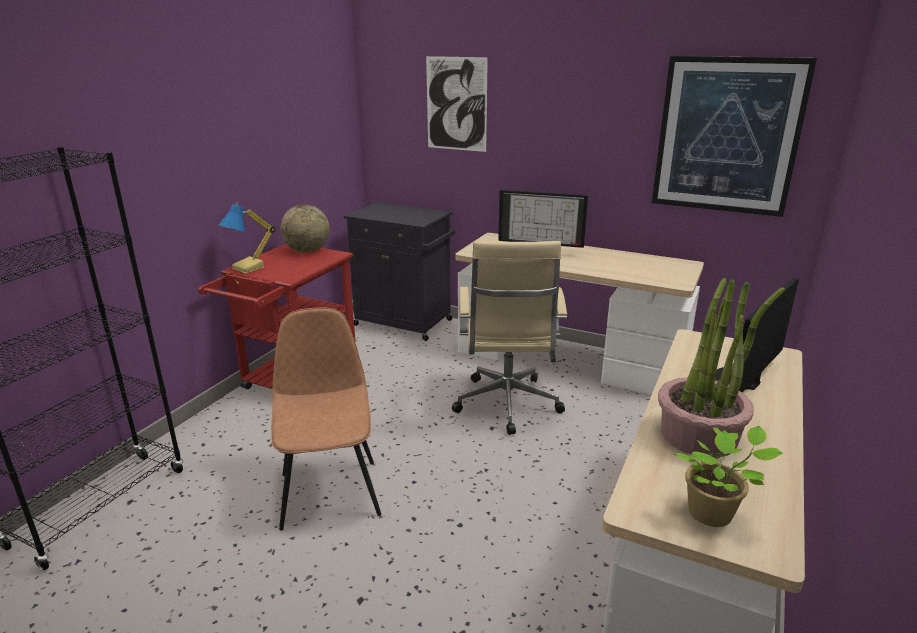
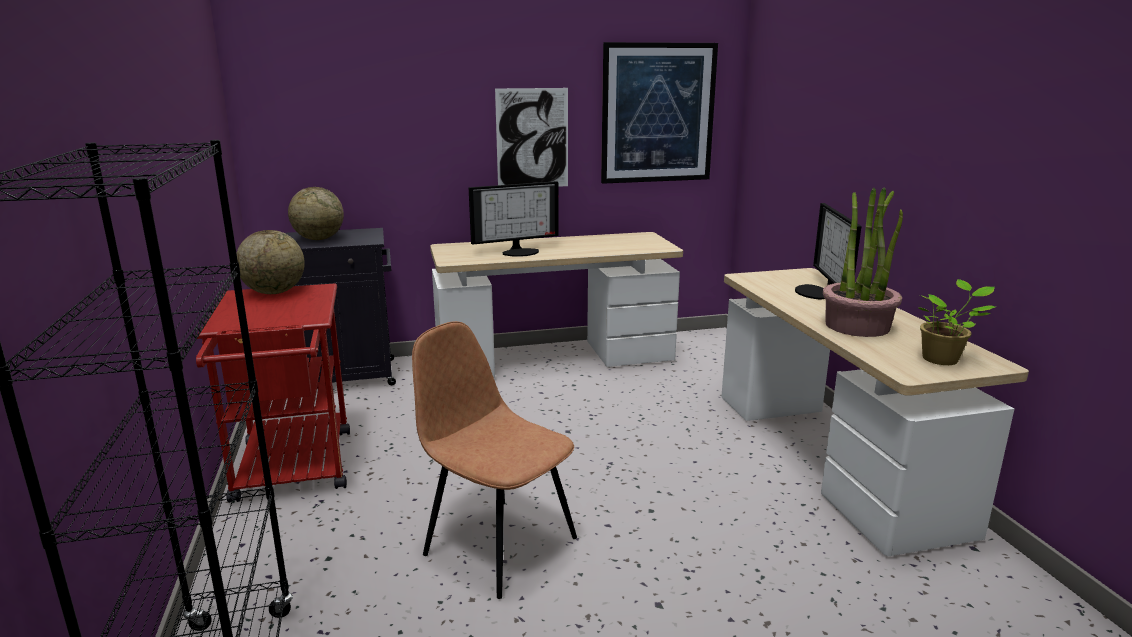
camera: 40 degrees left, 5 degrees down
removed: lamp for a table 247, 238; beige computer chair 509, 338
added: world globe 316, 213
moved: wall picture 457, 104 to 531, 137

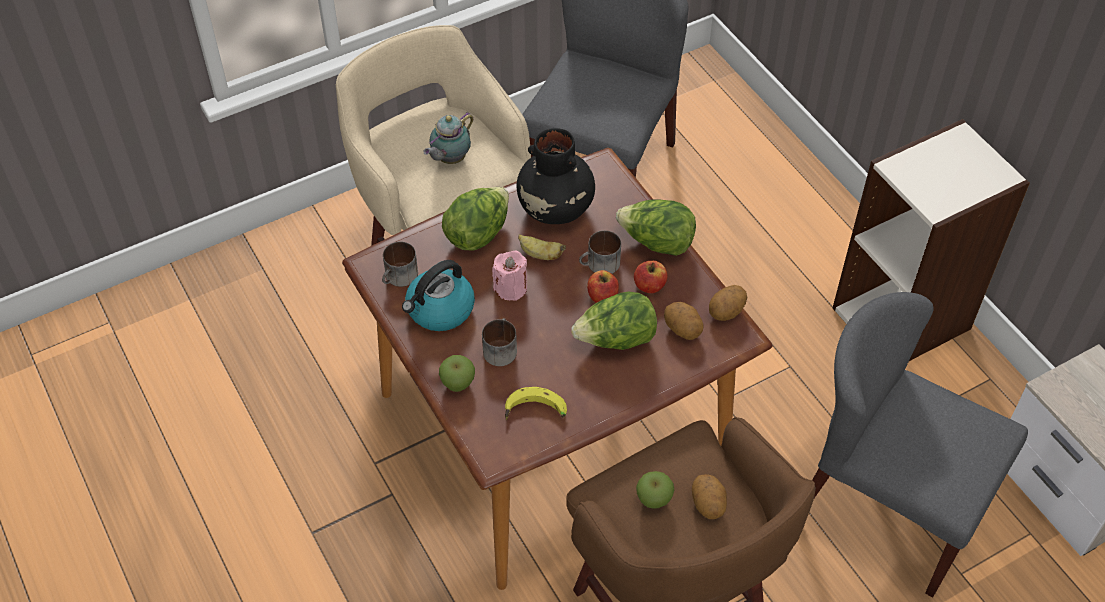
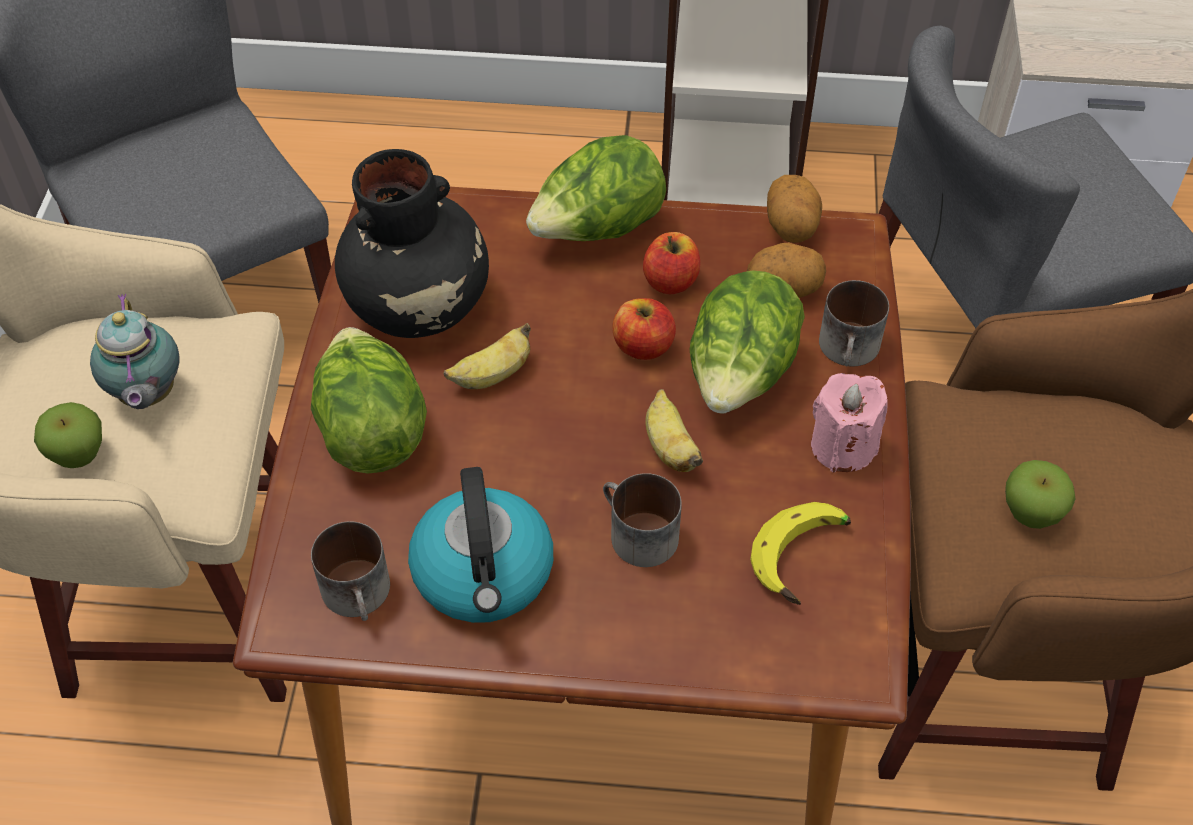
camera: 55 degrees left, 0 degrees up
removed: potato 709, 496
added: banana 674, 430
moved: coffee mug 600, 252 to 854, 323; pink candle 509, 276 to 849, 423; whole apple 457, 373 to 68, 435

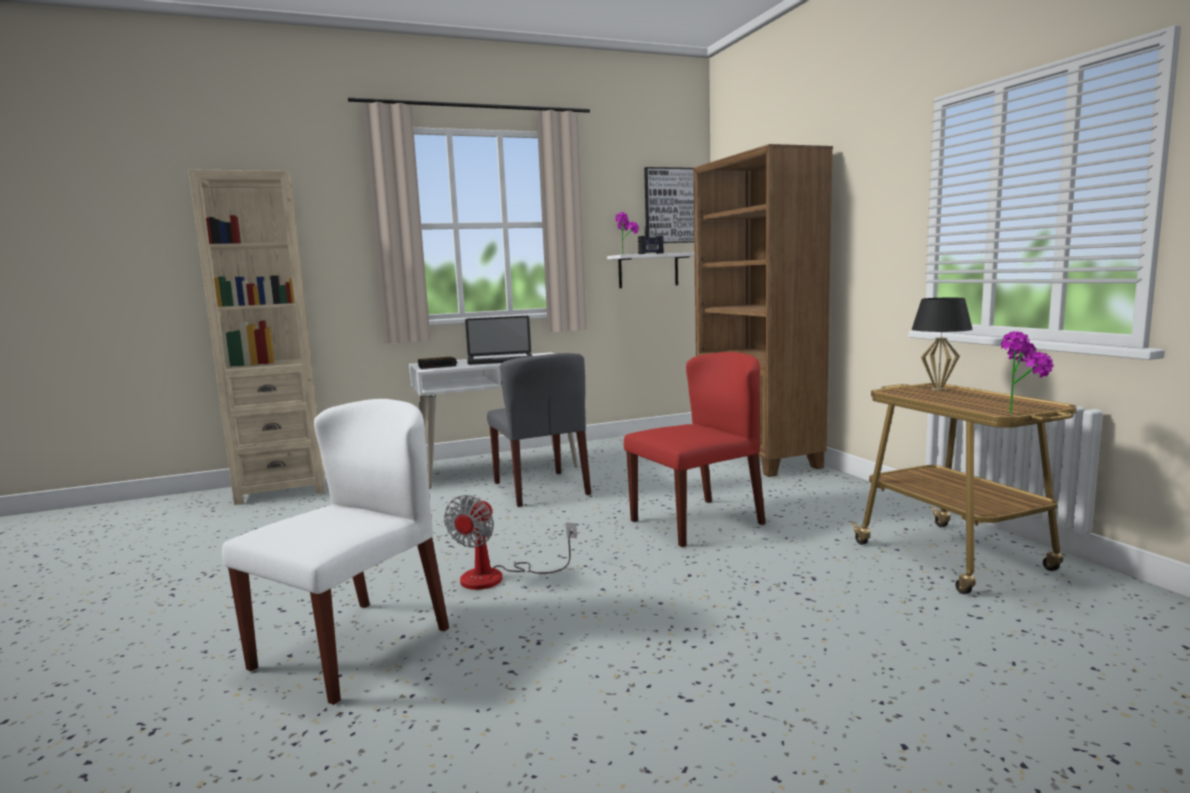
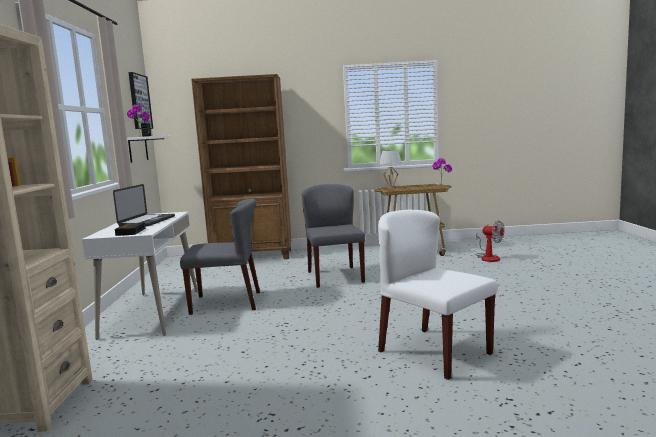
camera: 70 degrees left, 0 degrees up
moved: fan 510, 542 to 489, 241
recoloured: black lamp for a table 942, 344 to whitish lamp for a table 390, 169; reddish upright chair 695, 449 to gray upright chair 333, 236

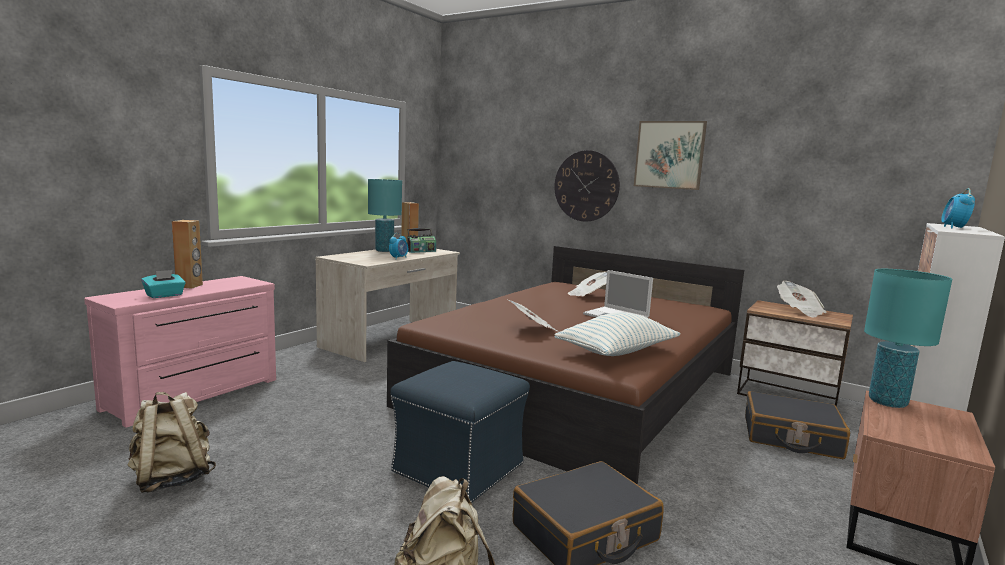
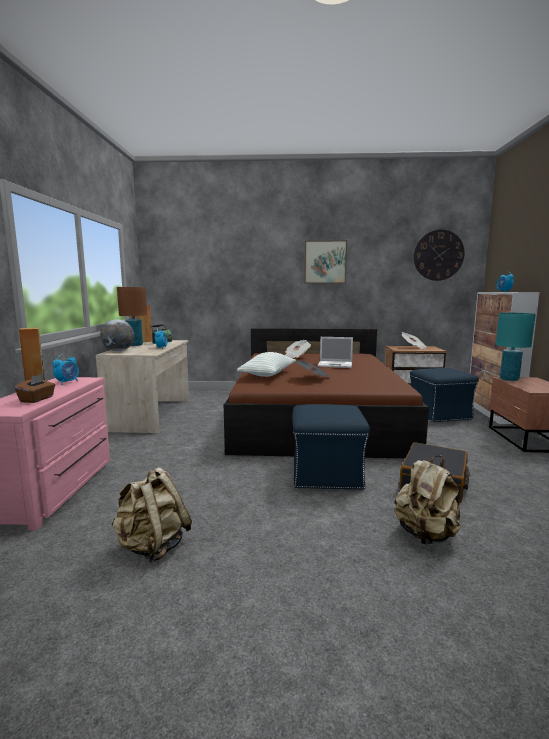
camera: 30 degrees left, 0 degrees up
added: world globe 117, 335; table clock 66, 369
moved: hanging clock 587, 186 to 439, 255; cushion 617, 334 to 266, 364
replaced: black suitcase 797, 425 to bluish pouffe 444, 395
recoloured: turquoise-coloured lamp for a table 385, 215 to brown lamp for a table 132, 316; turquoise-coloured box of tissues 163, 284 to brown box of tissues 34, 388

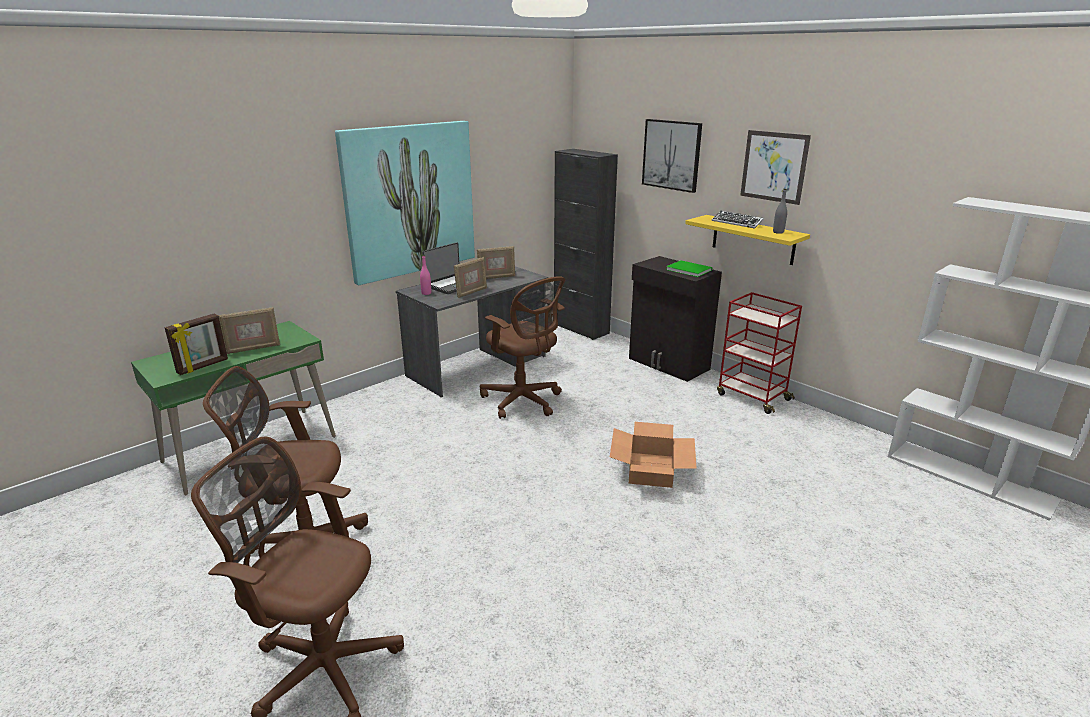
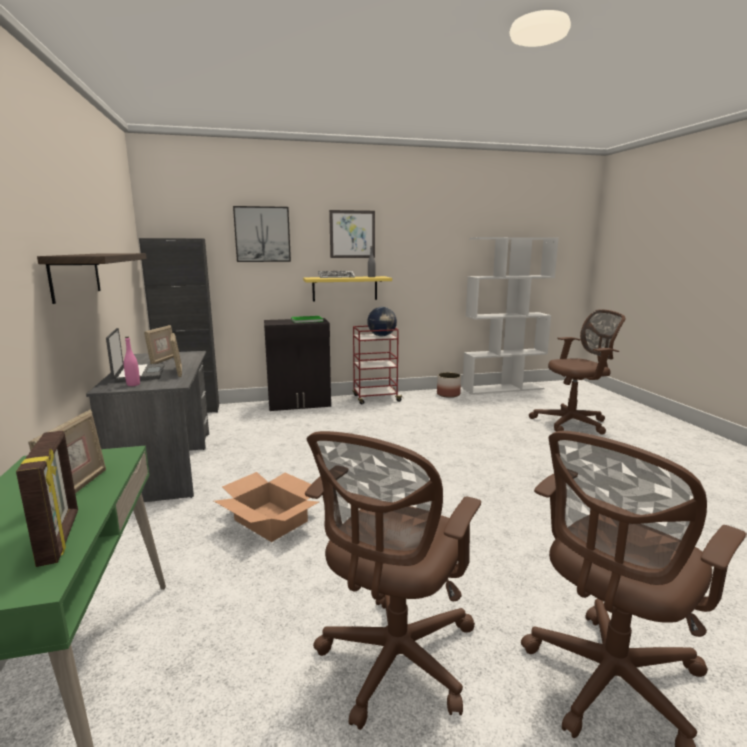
camera: 60 degrees left, 10 degrees down
added: world globe 382, 321; planter 449, 385
moved: brown computer chair 522, 347 to 577, 372; carton 653, 455 to 266, 507
replaced: wall picture 405, 203 to bracket shelf 92, 278

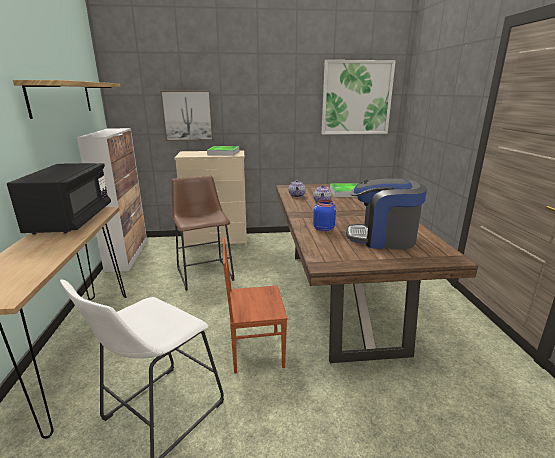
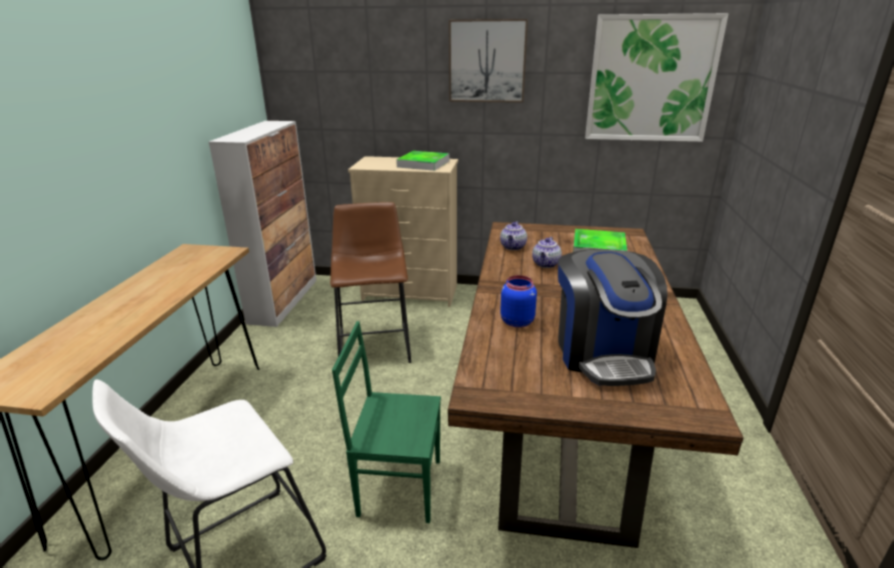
camera: 15 degrees right, 5 degrees up
removed: bracket shelf 67, 99; black kitchen microwave 59, 199
moved: wall picture 186, 116 to 488, 61
recoloured: brown upright chair 255, 305 to green-coloured upright chair 386, 422
turned: coffee maker 386, 214 = 612, 317 120 degrees counterclockwise

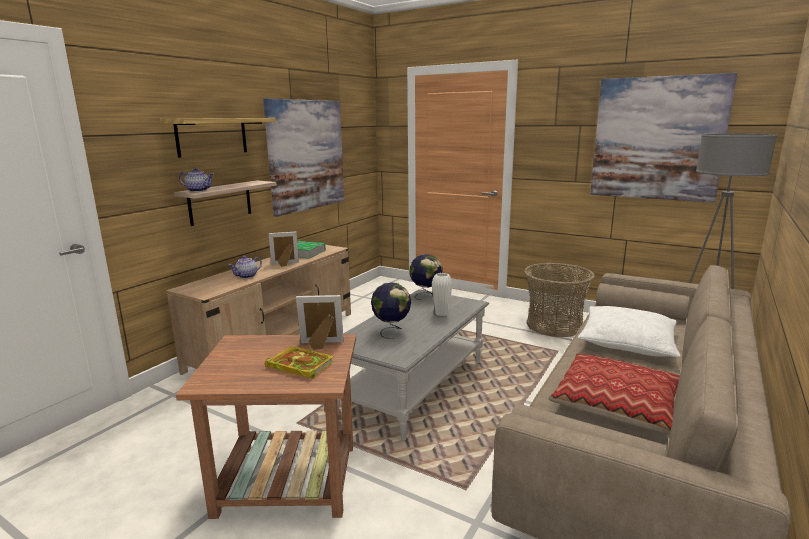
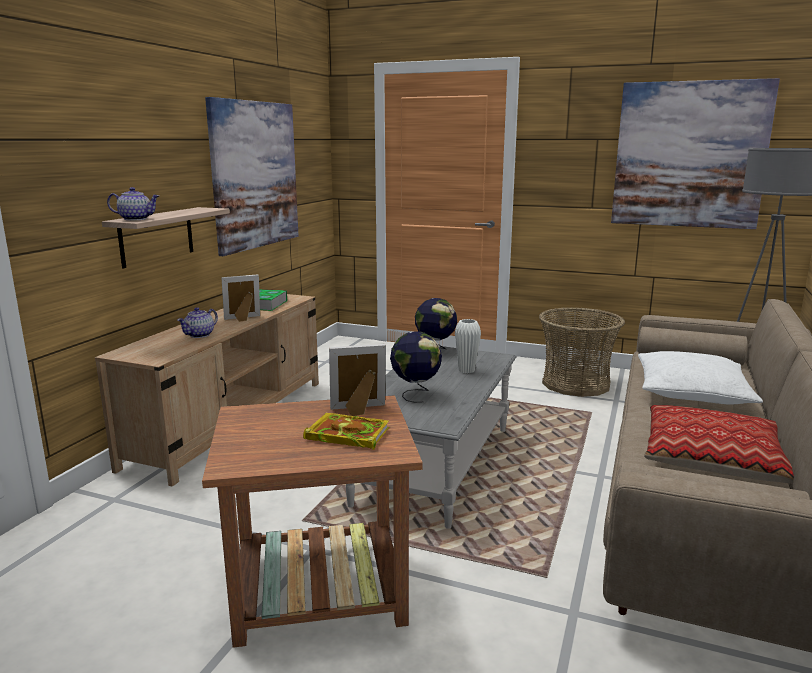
camera: 10 degrees left, 0 degrees up
removed: bracket shelf 218, 138

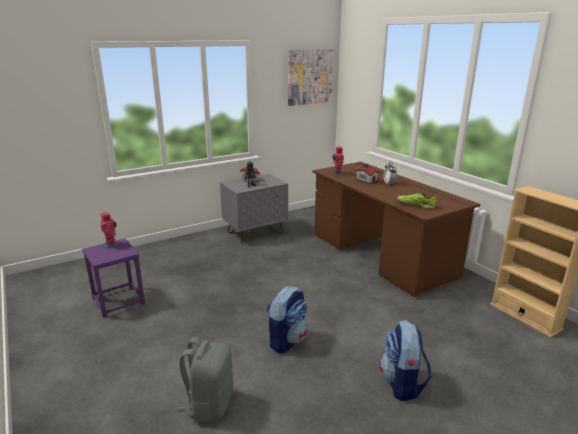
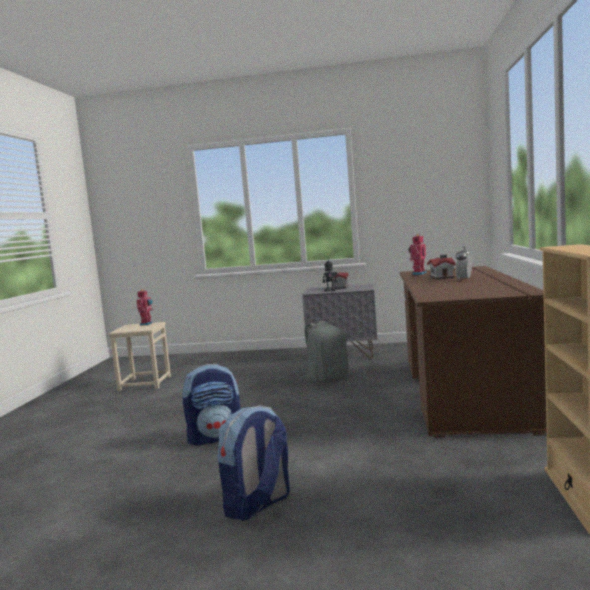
camera: 40 degrees right, 15 degrees down
removed: wall picture 311, 77; low shoe 416, 200
moved: gray backpack 205, 380 to 326, 352
recoloured: purplish stool 113, 278 to beige stool 140, 356

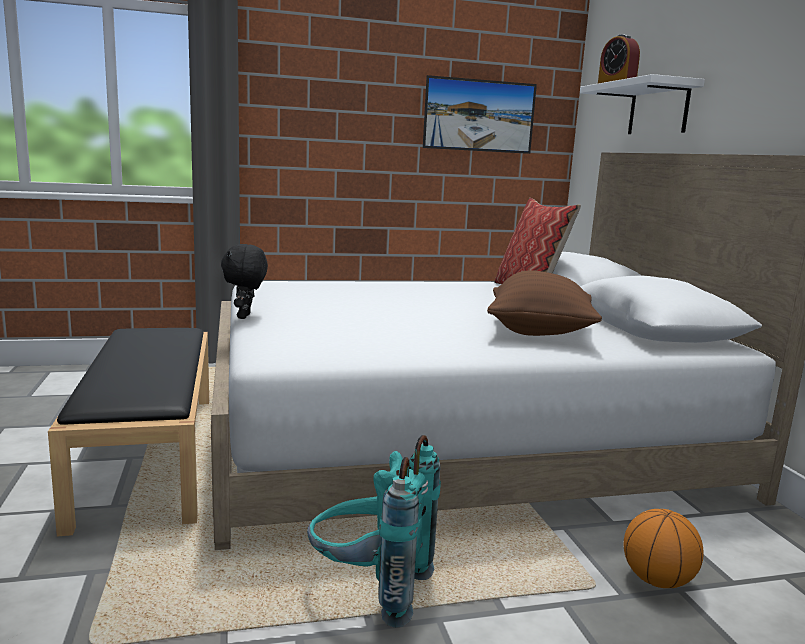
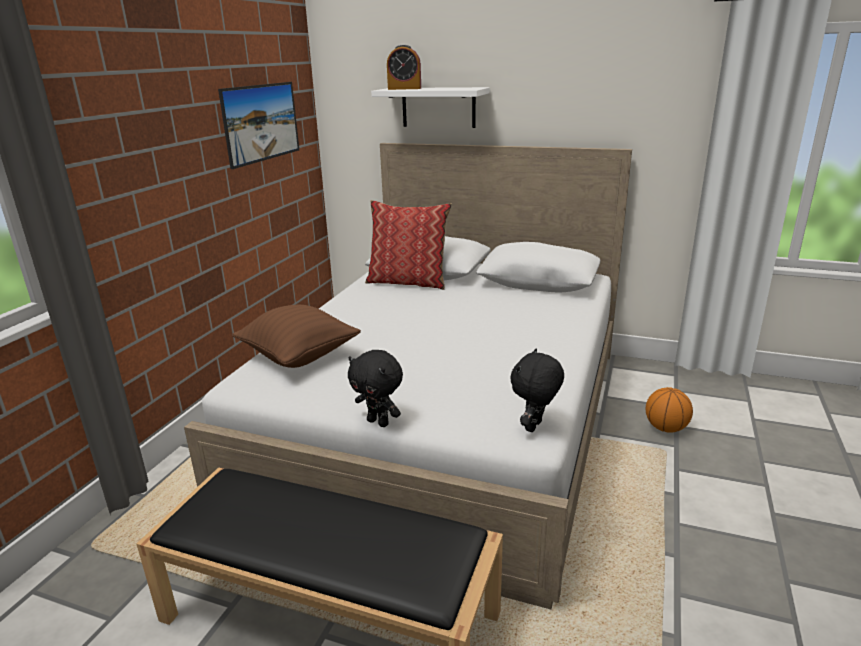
camera: 55 degrees left, 10 degrees up
removed: turquoise-coloured backpack 374, 531
added: black plush toy 537, 390
moved: brown cushion 544, 303 to 296, 336

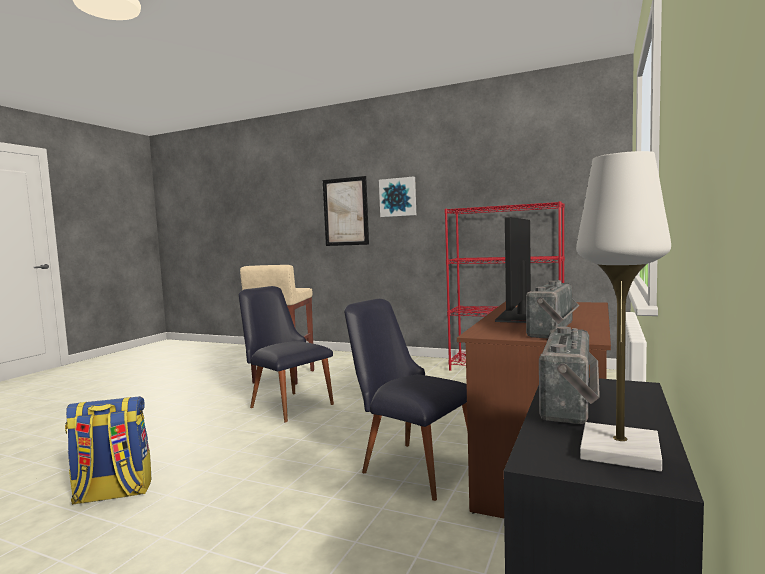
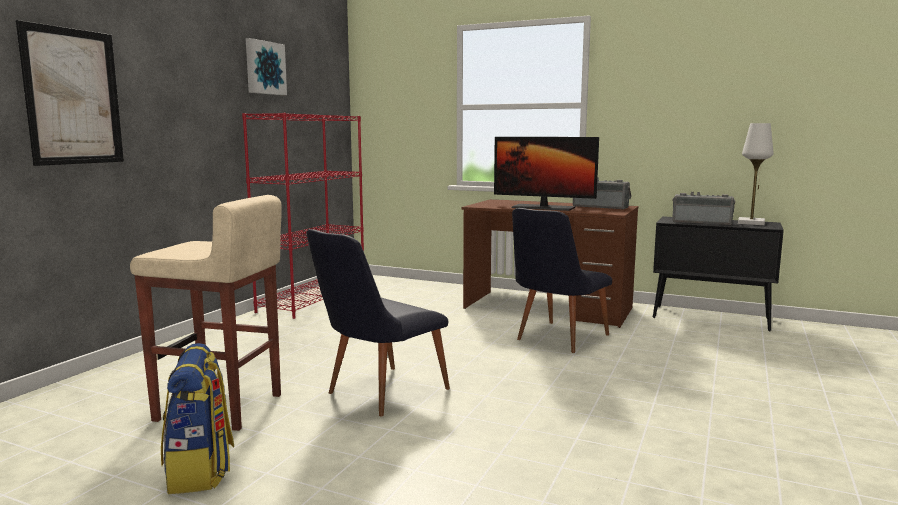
camera: 90 degrees left, 5 degrees up
moved: wall picture 397, 196 to 266, 66; backpack 108, 450 to 197, 418

